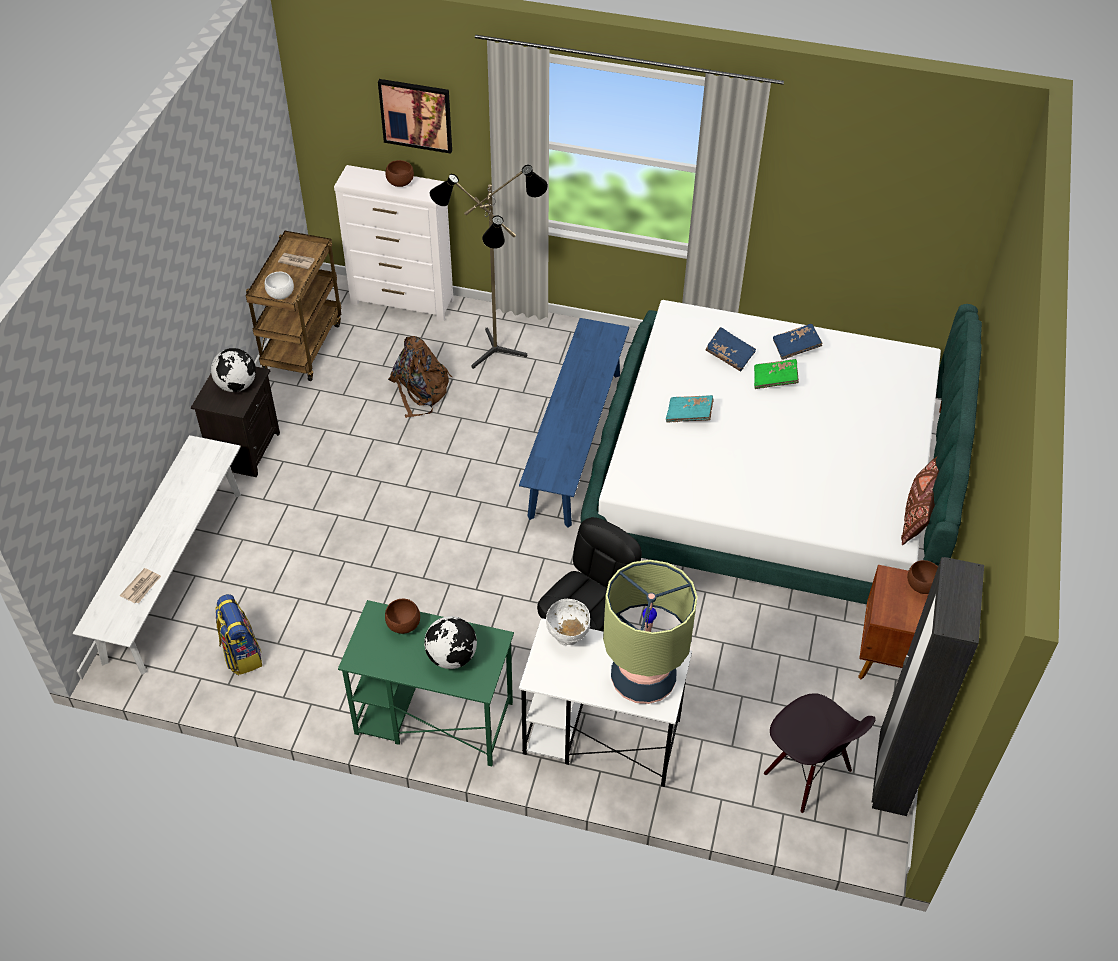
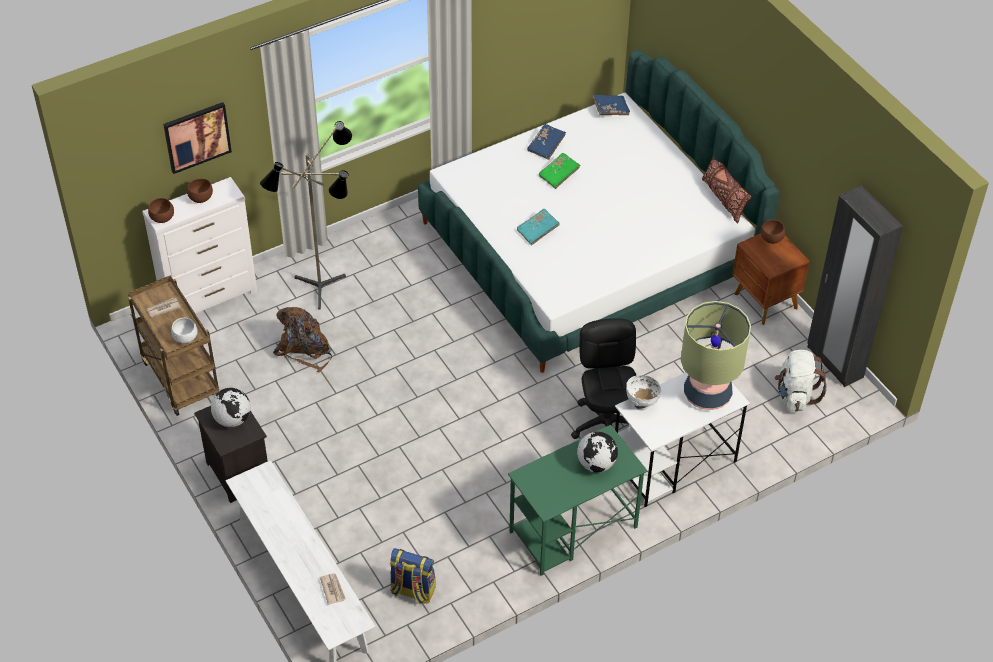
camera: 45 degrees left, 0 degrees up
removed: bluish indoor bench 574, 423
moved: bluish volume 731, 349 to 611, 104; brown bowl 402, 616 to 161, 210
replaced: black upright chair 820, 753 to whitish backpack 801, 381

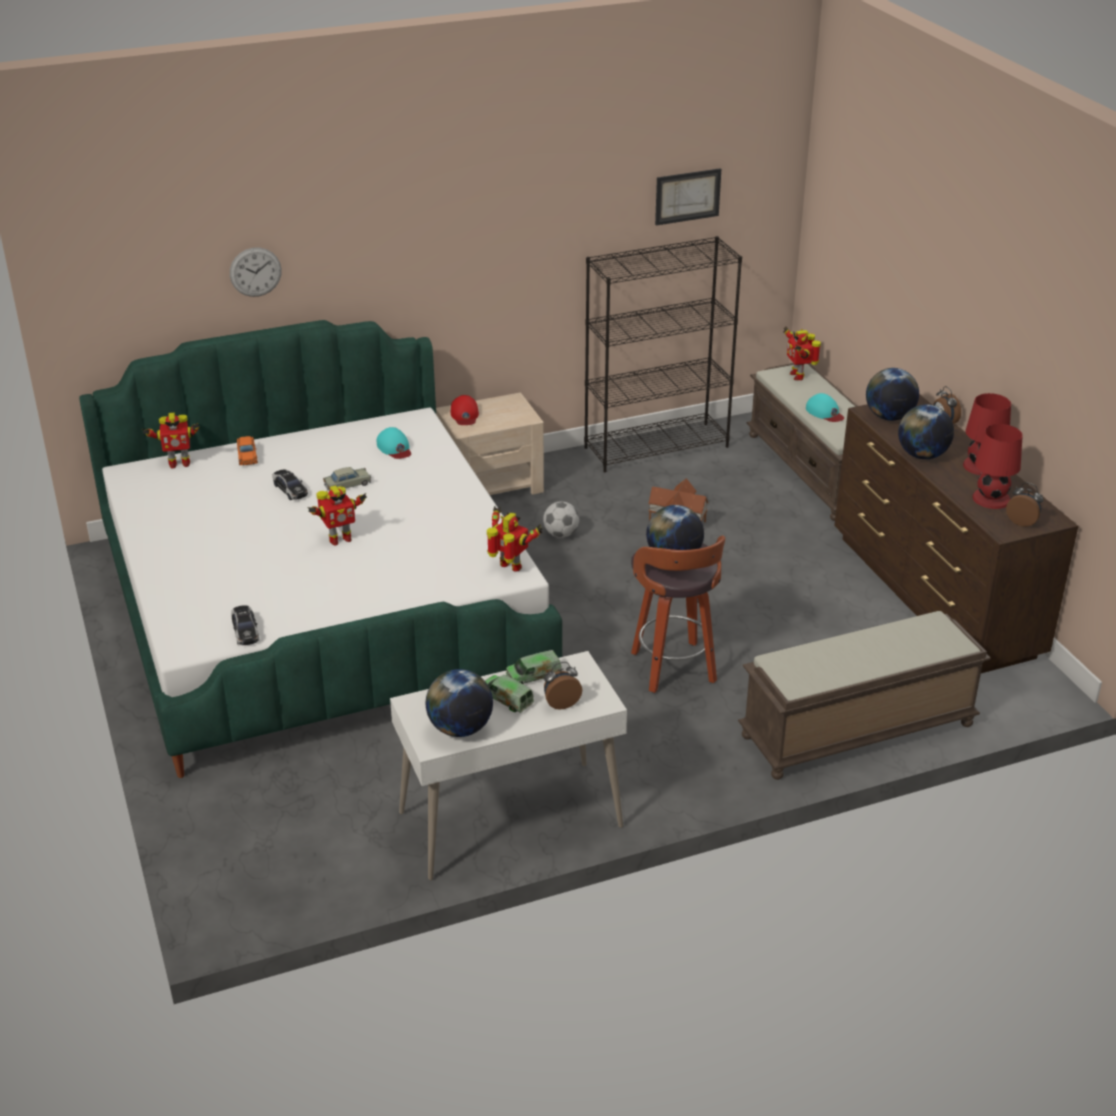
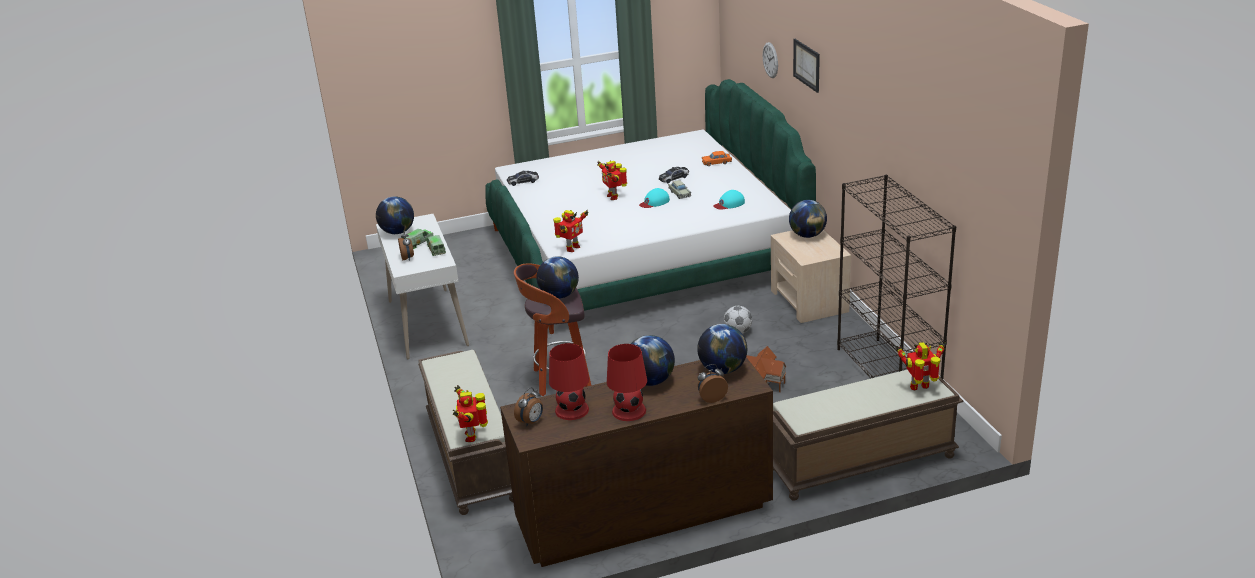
camera: 95 degrees right, 5 degrees down
moved: wall picture 688, 197 to 806, 66; turquoise-coloured cap 825, 407 to 654, 198; robot figure 170, 441 to 470, 413
replaced: reddish cap 465, 410 to world globe 808, 219

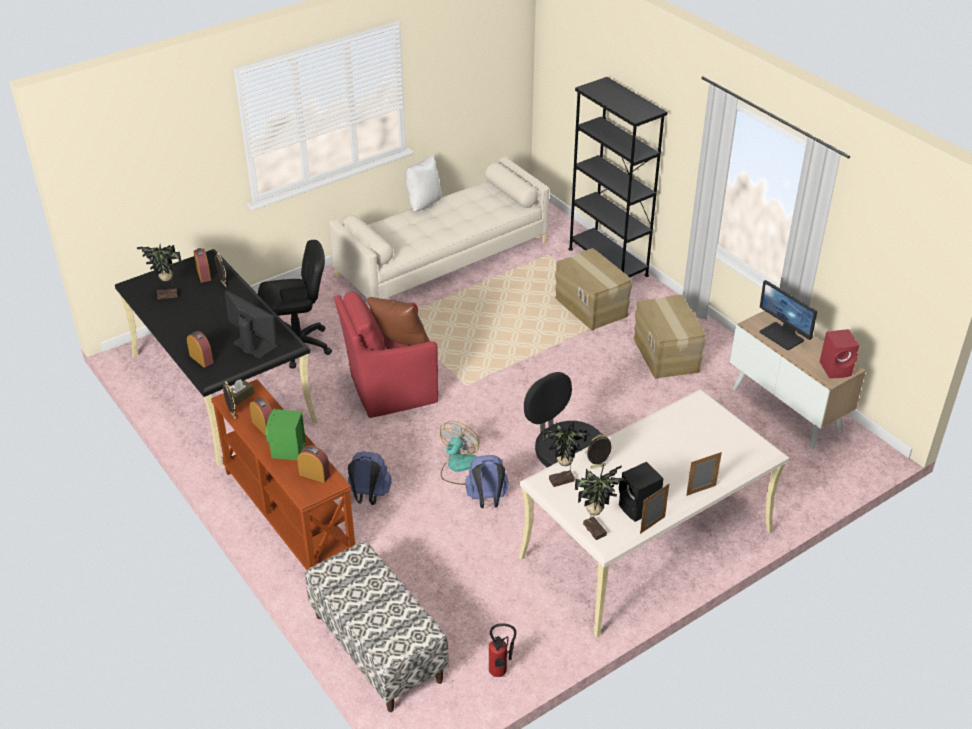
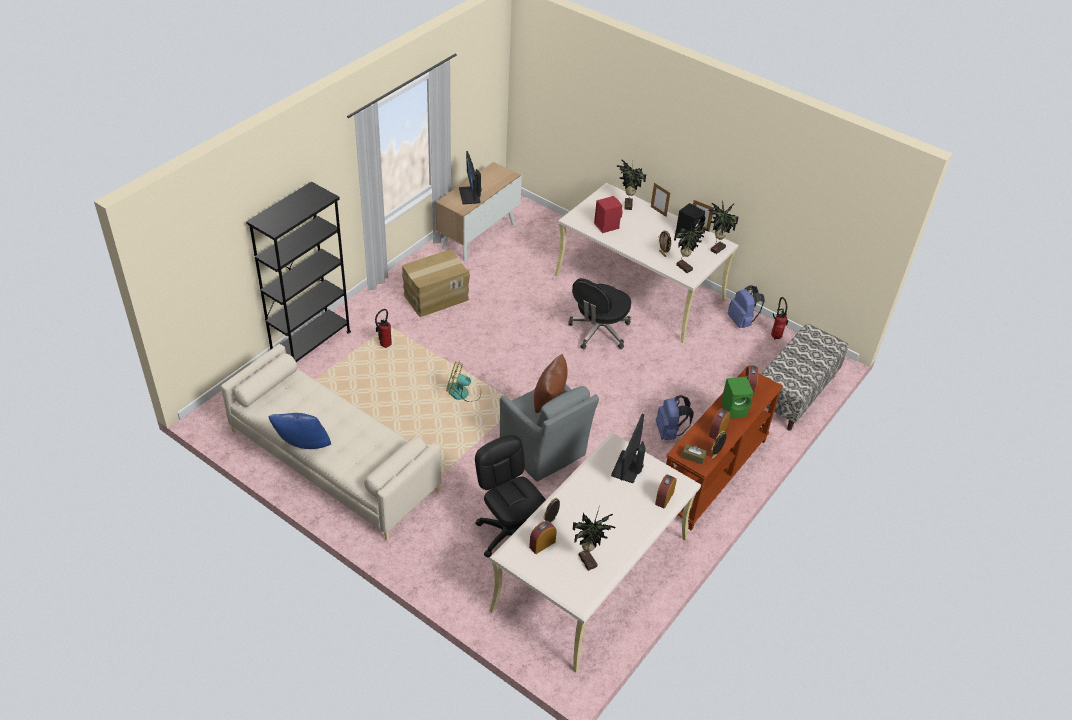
camera: 110 degrees left, 5 degrees up
added: potted plant 631, 185
moved: reddish speaker 839, 353 to 608, 214; fan 459, 453 to 463, 381; bluish backpack 486, 482 to 746, 306
replaced: carton 593, 289 to fire-fighting cylinder 383, 328
recoloured: whitish cushion 423, 183 to bluish cushion 300, 431; black desk unit 216, 357 to beige desk unit 595, 553; reddish armchair 386, 355 to gray armchair 549, 433
turned: computer display 788, 315 = 470, 177 135 degrees clockwise

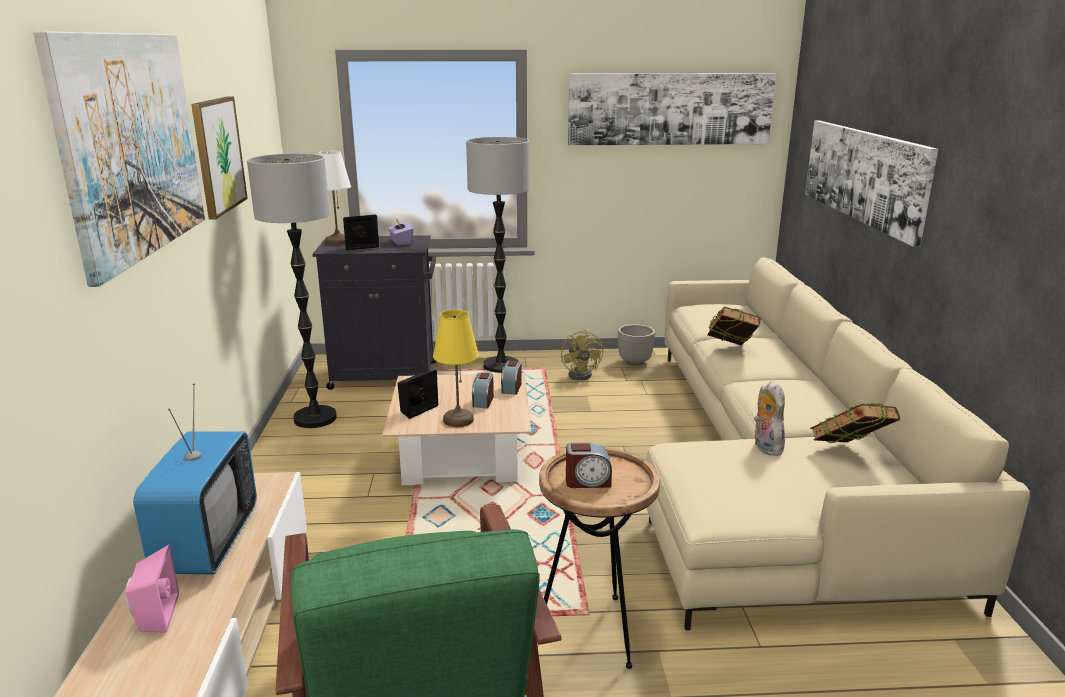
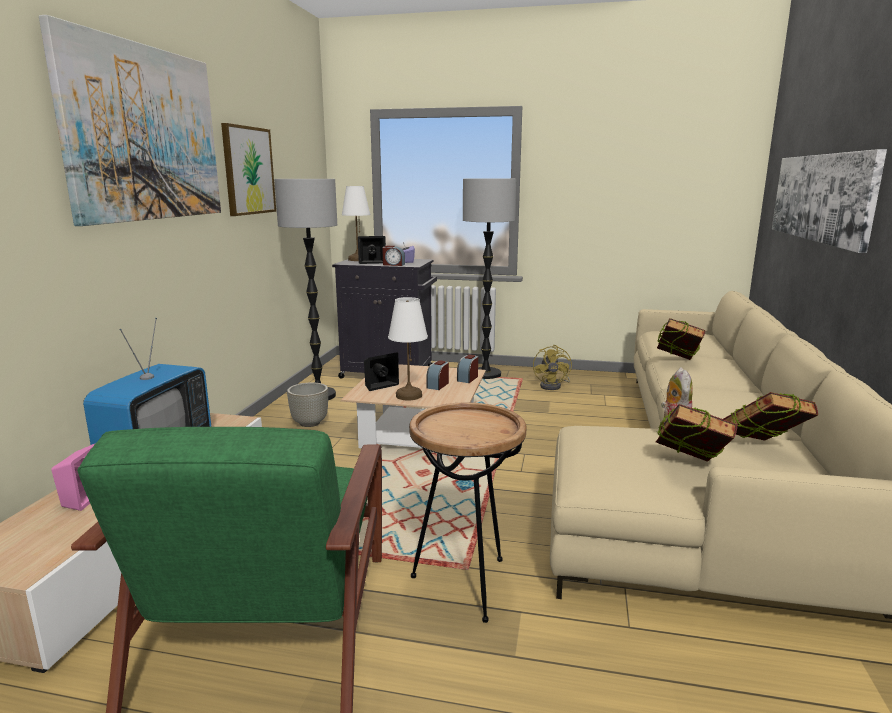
camera: 15 degrees right, 5 degrees down
removed: wall picture 672, 109
added: volume 696, 433
moved: gray planter 636, 345 to 307, 405; table clock 589, 465 to 393, 256
recoloured: yellow-coloured lamp for a table 456, 368 to whitish lamp for a table 408, 348

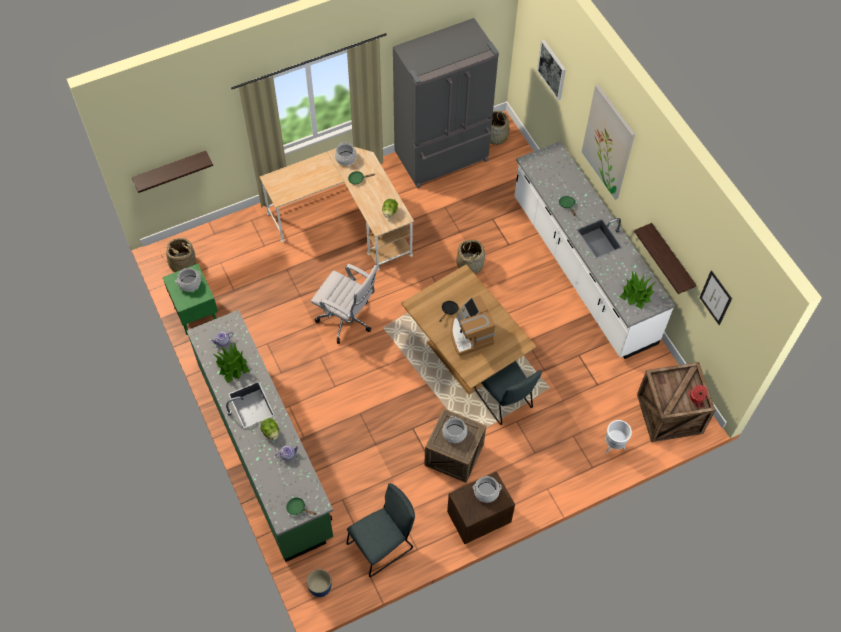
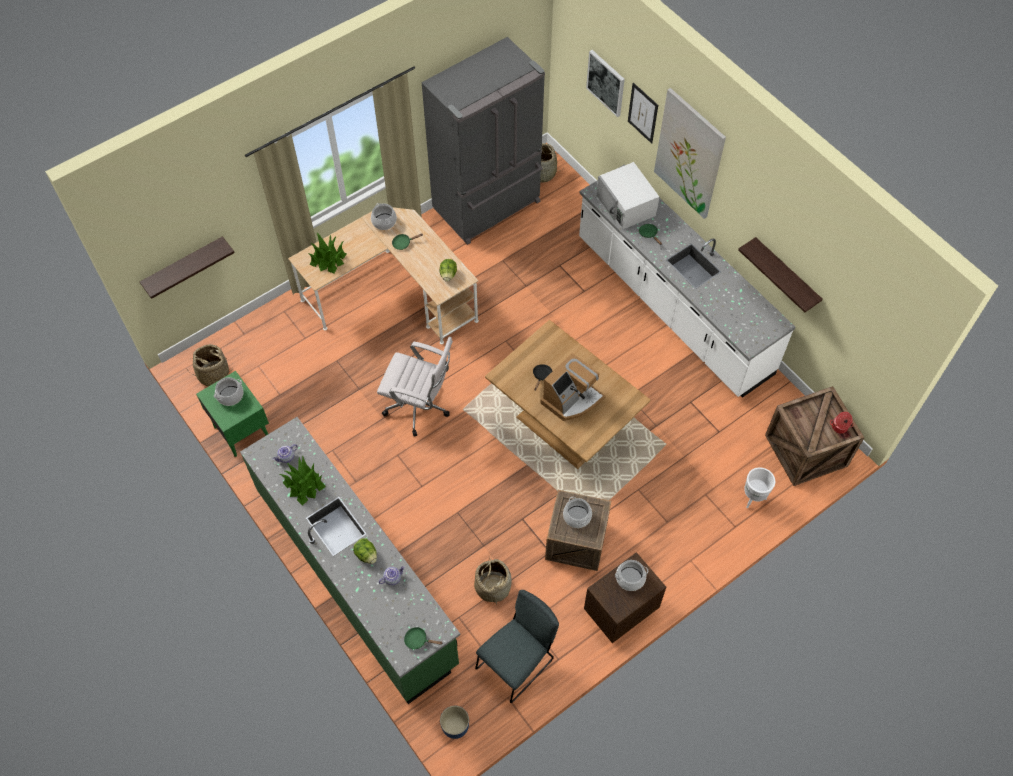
camera: 10 degrees left, 0 degrees up
removed: gray upright chair 508, 393
added: whitish kitchen microwave 627, 196
moved: basket 470, 256 to 493, 581; wall picture 715, 297 to 643, 113; potted plant 638, 290 to 327, 253
turned: coffee maker 473, 325 = 573, 387 105 degrees counterclockwise

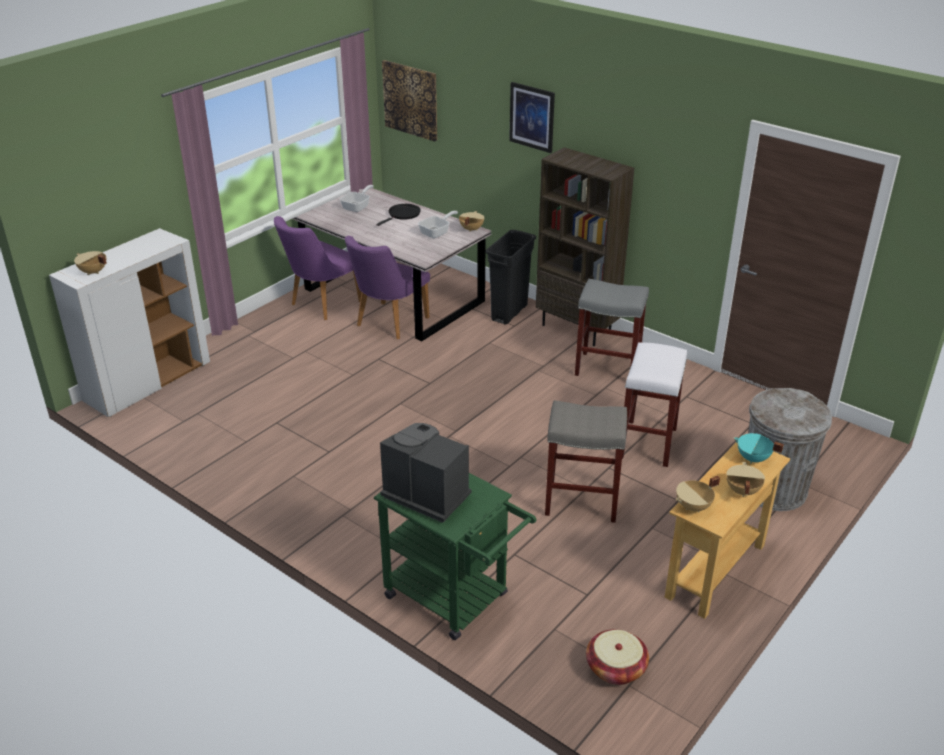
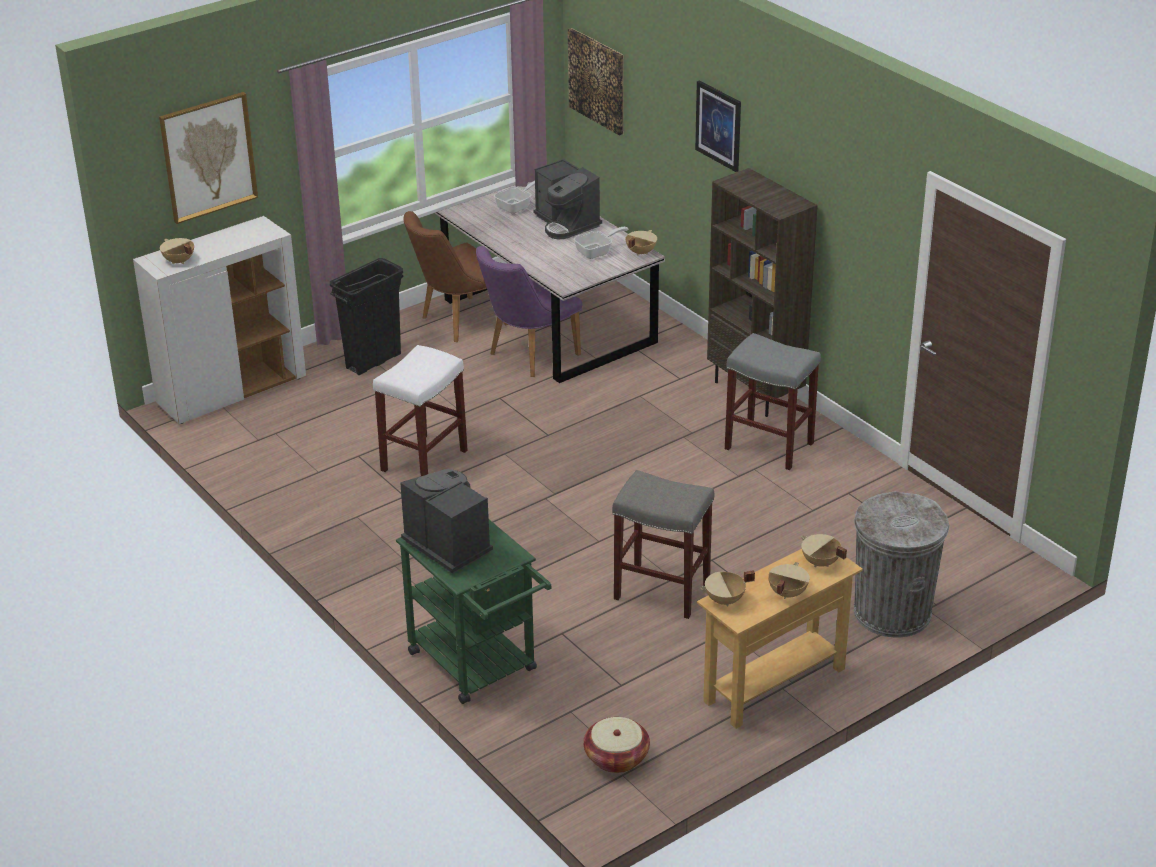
camera: 15 degrees right, 0 degrees up
added: wall picture 208, 158
moved: black waste bin 511, 277 to 366, 316; whitish stool 654, 404 to 420, 410
replaced: black pan 398, 215 to coffee maker 567, 199
recoloured: purplish upright chair 317, 268 to brown upright chair 455, 276; turquoise-coloured cooking pot 759, 448 to beige cooking pot 824, 550

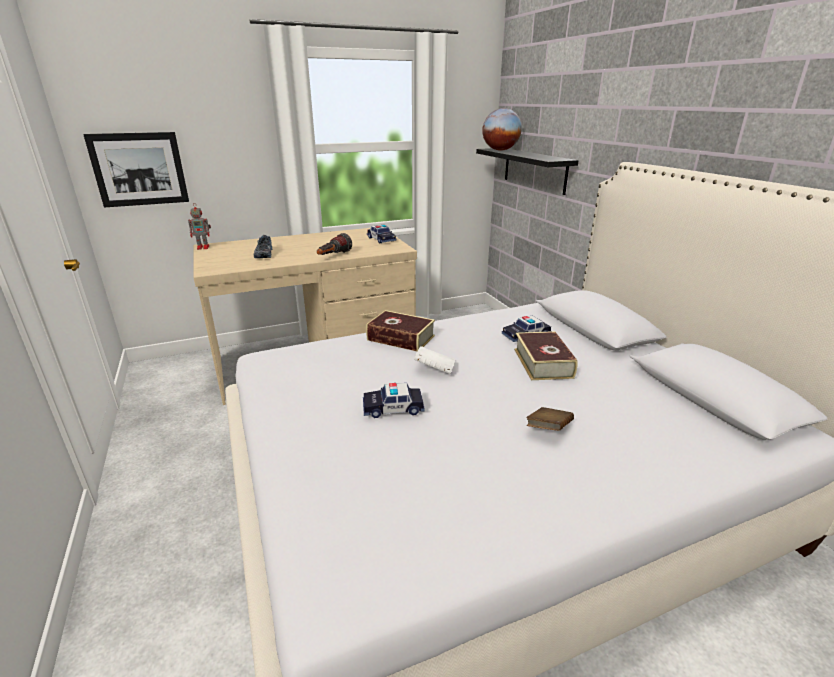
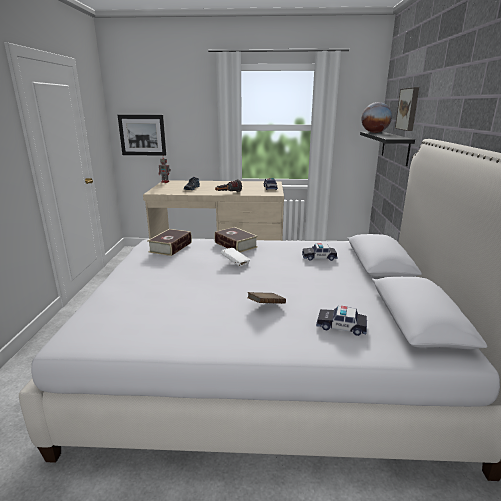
camera: 25 degrees right, 5 degrees down
added: wall picture 407, 109
moved: volume 545, 355 to 169, 242; miniature car 394, 400 to 341, 321

